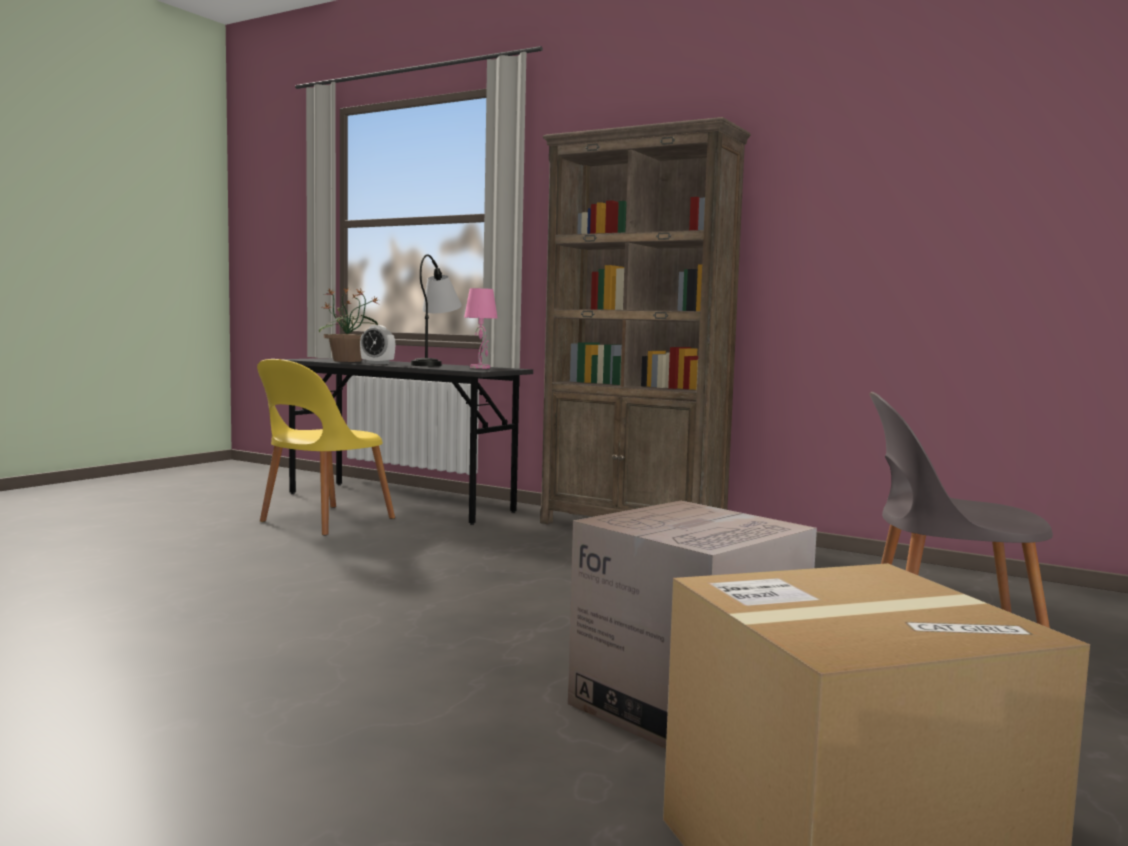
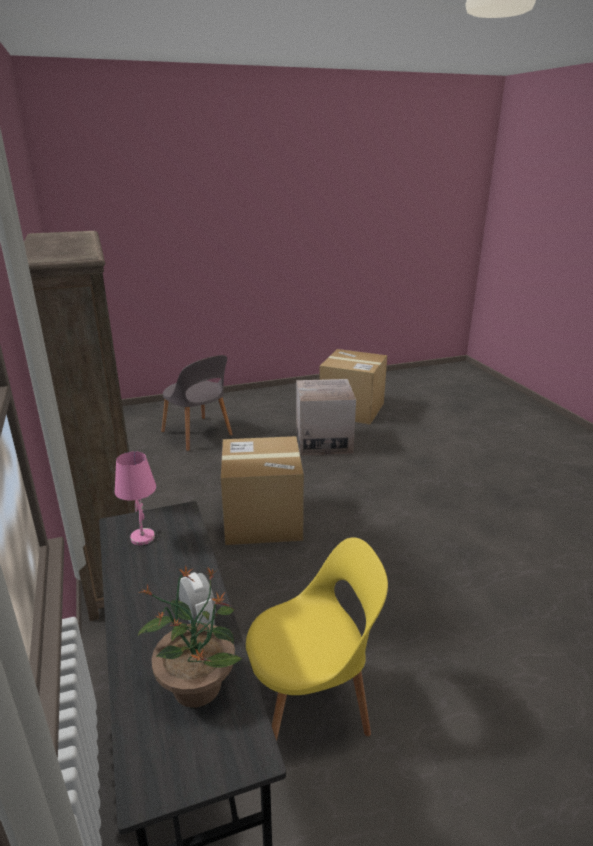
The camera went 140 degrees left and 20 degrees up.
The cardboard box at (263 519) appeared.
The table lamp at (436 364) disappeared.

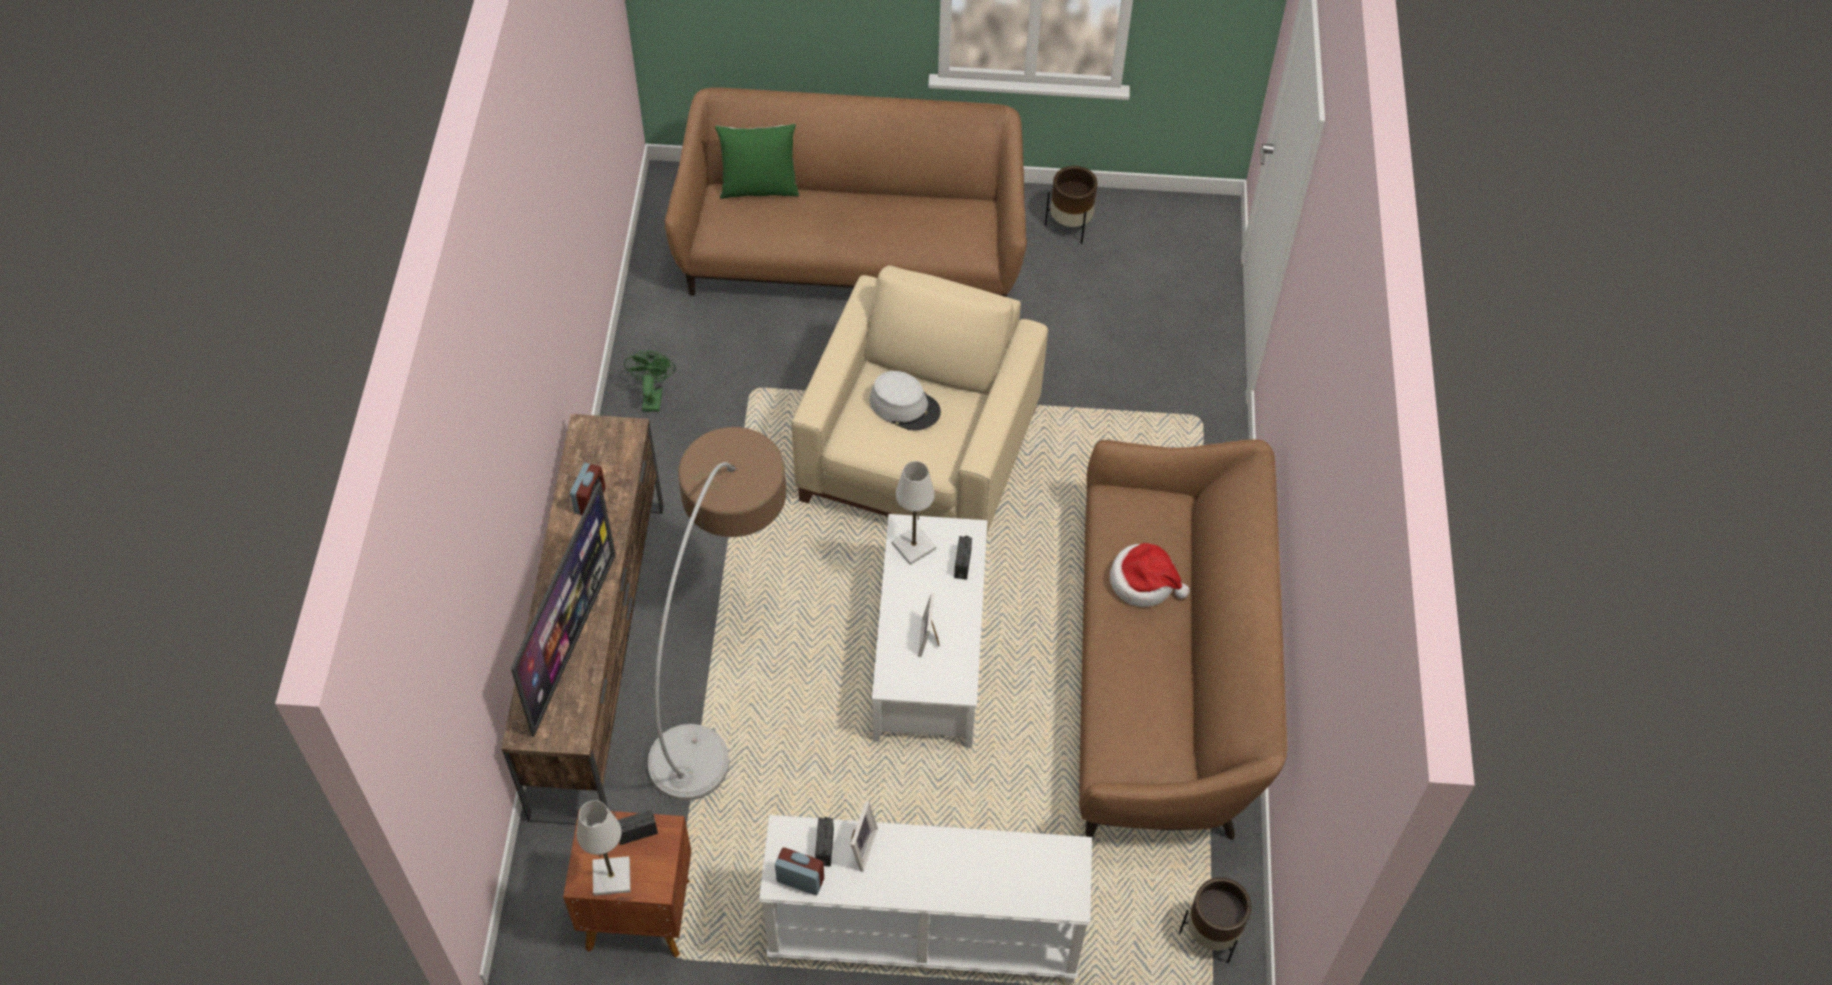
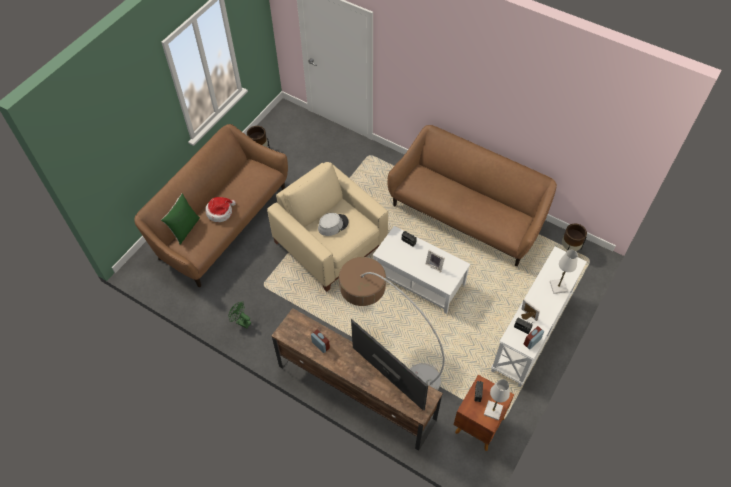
The camera went 60 degrees left and 0 degrees up.
The hat moved from (1144 581) to (220 212).
The white table lamp moved from (913 546) to (558 286).

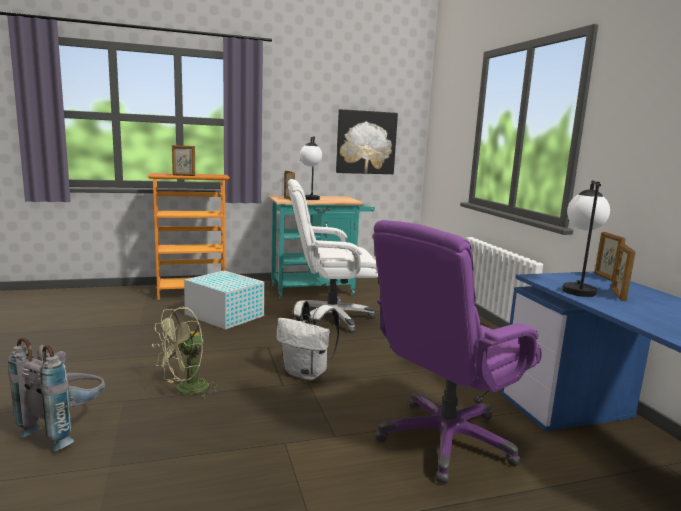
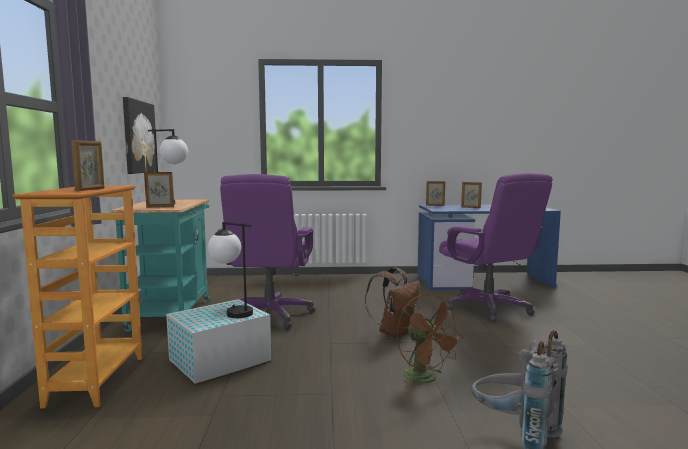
The camera went 75 degrees left and 5 degrees down.
The table lamp moved from (577 288) to (231 312).
The white office chair at (330 318) became the purple office chair at (270 315).
The white backpack at (307 373) became the brown backpack at (394 332).
The green fan at (186 390) became the brown fan at (426 379).

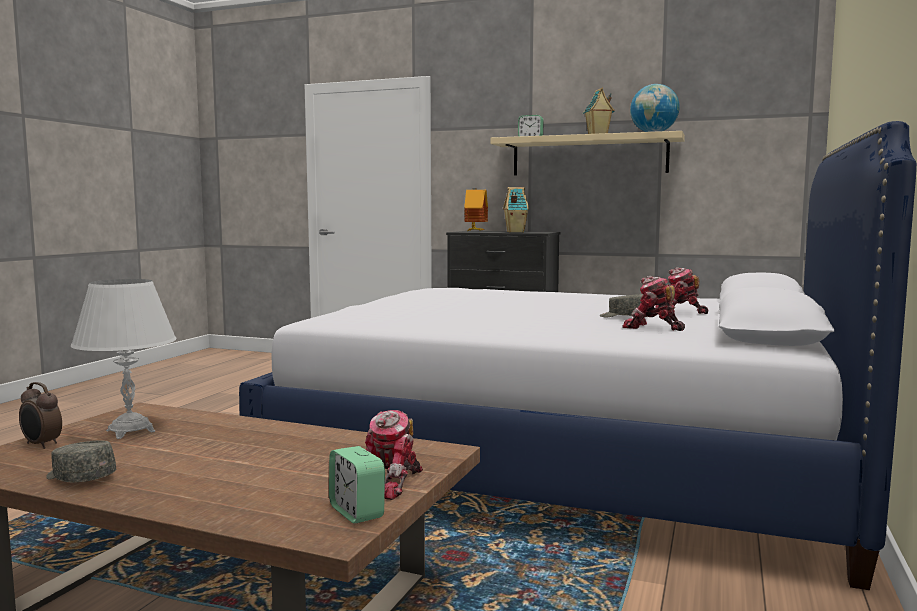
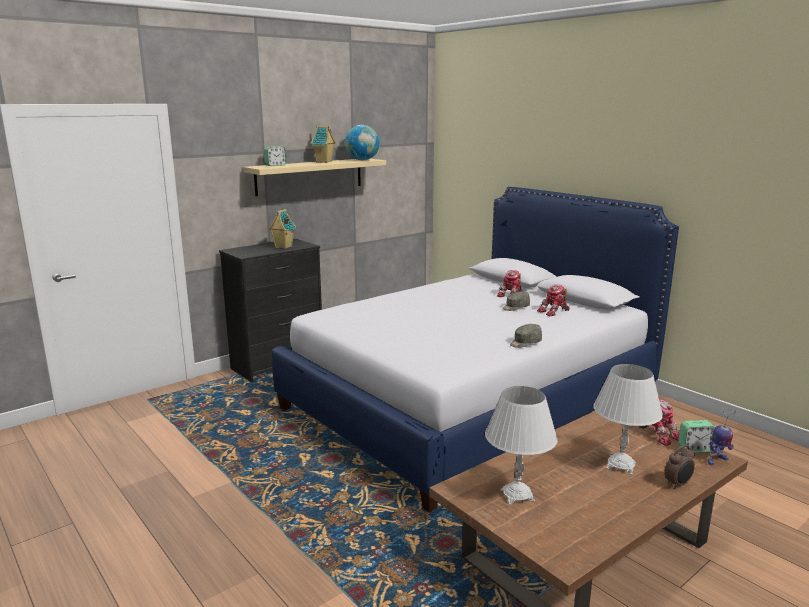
The camera went 60 degrees left and 10 degrees up.
The grey cap moved from (79 478) to (525 343).
The white table lamp at (621 465) appeared.
The alarm clock moved from (41 445) to (678 484).
The toy robot at (717 461) appeared.
The toy house at (476 231) disappeared.

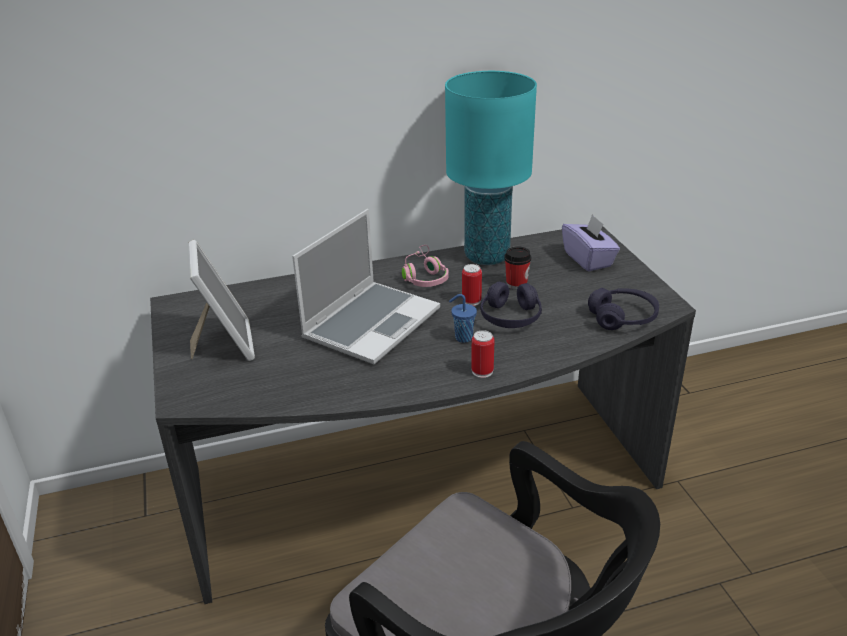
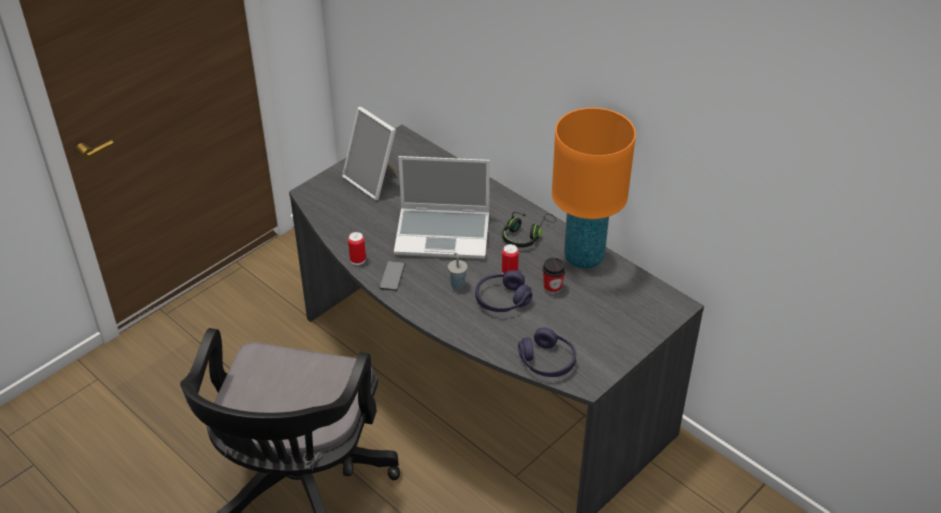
The camera went 60 degrees right and 10 degrees up.
The picture frame at (224 344) turned 90 degrees clockwise.
The can moved from (482 371) to (357 259).
The phone at (392 276) appeared.
The blue cup at (462 338) became the grey cup at (457 284).
The pink headphones at (424 276) became the black headphones at (526 235).
The turquoise table lamp at (487 256) became the orange table lamp at (584 257).
The purple tissue box at (588 259) disappeared.

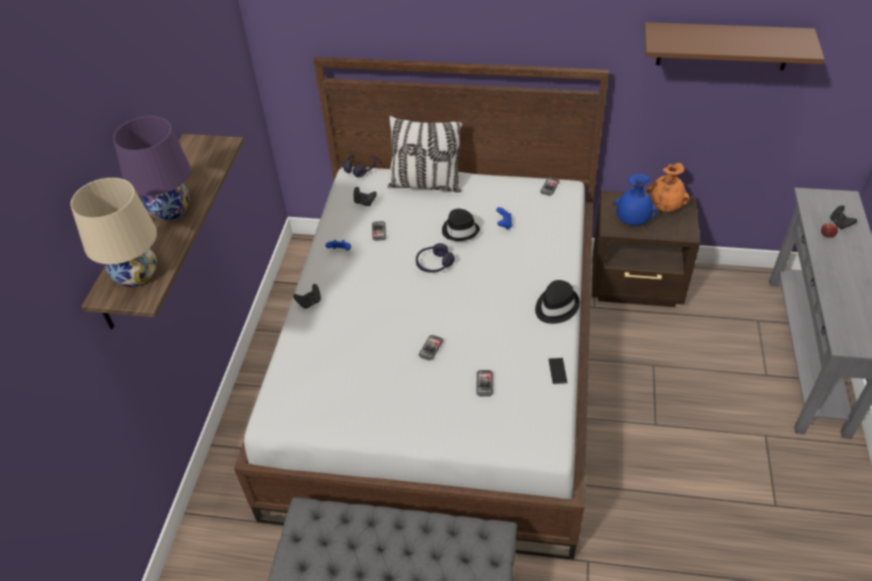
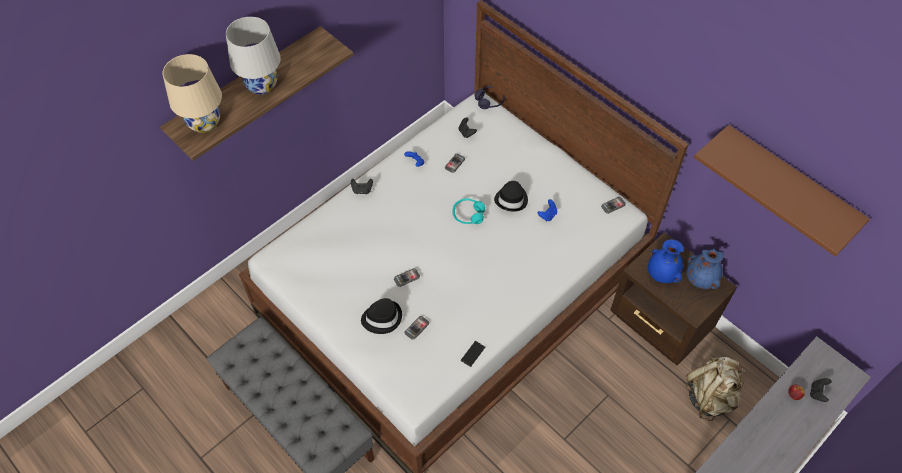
The camera went 35 degrees right and 10 degrees up.
The purple table lamp at (170 209) became the white table lamp at (262 85).
The black hat moved from (555 306) to (382 318).
The purple headphones at (434 264) became the turquoise headphones at (468 215).
The orange vase at (664 206) became the blue vase at (701 279).
The beige backpack at (710 397) appeared.
The pillow at (425 184) disappeared.

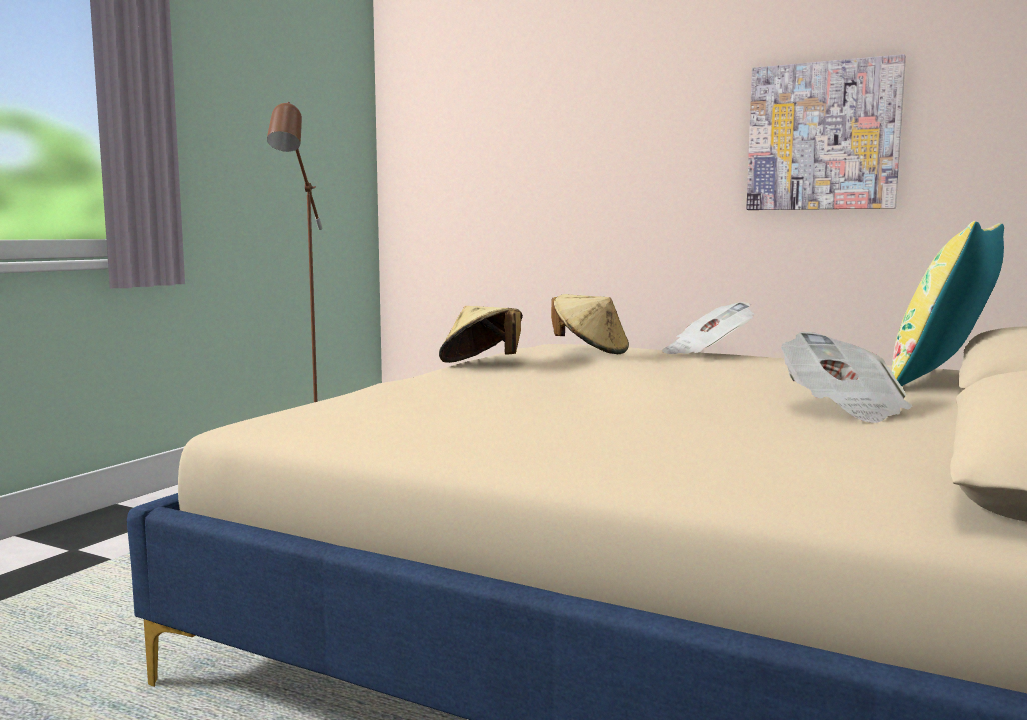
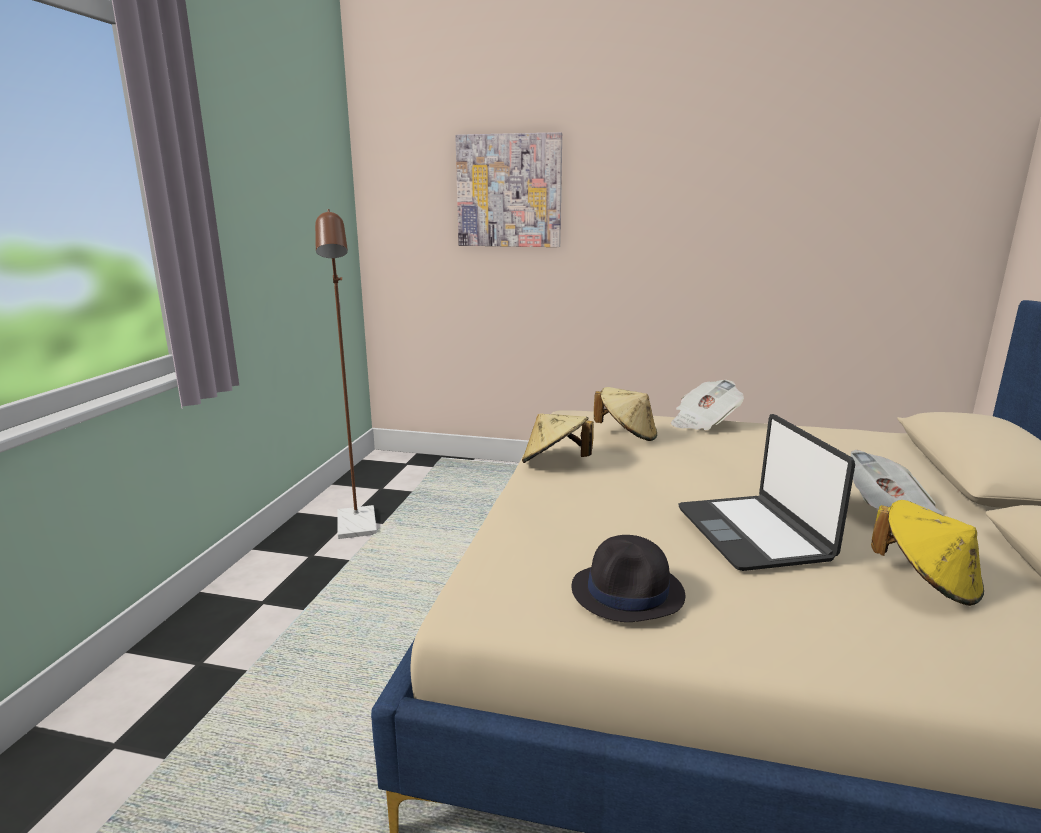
The camera went 15 degrees left and 10 degrees up.
The picture moved from (823 136) to (509 191).
The black hat at (628 592) appeared.
The laptop at (753 533) appeared.
The yellow hat at (926 582) appeared.
The yellow pillow at (943 381) disappeared.

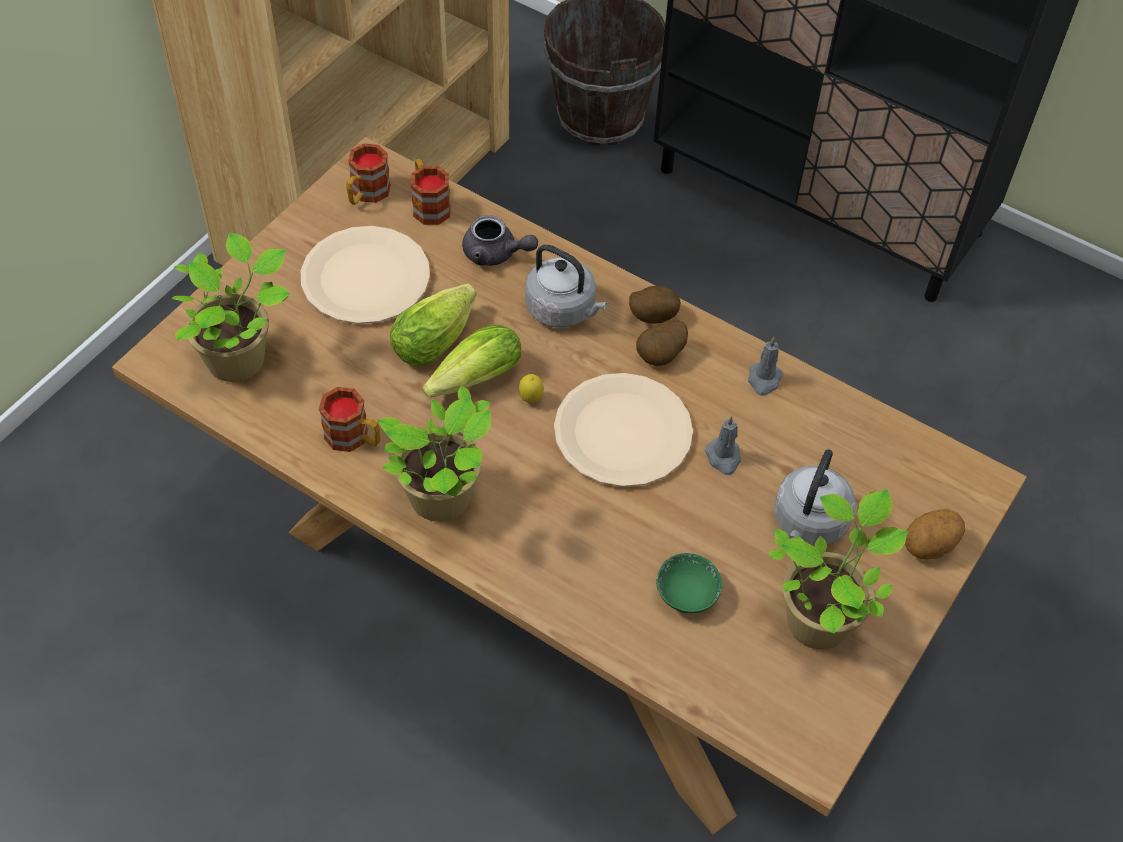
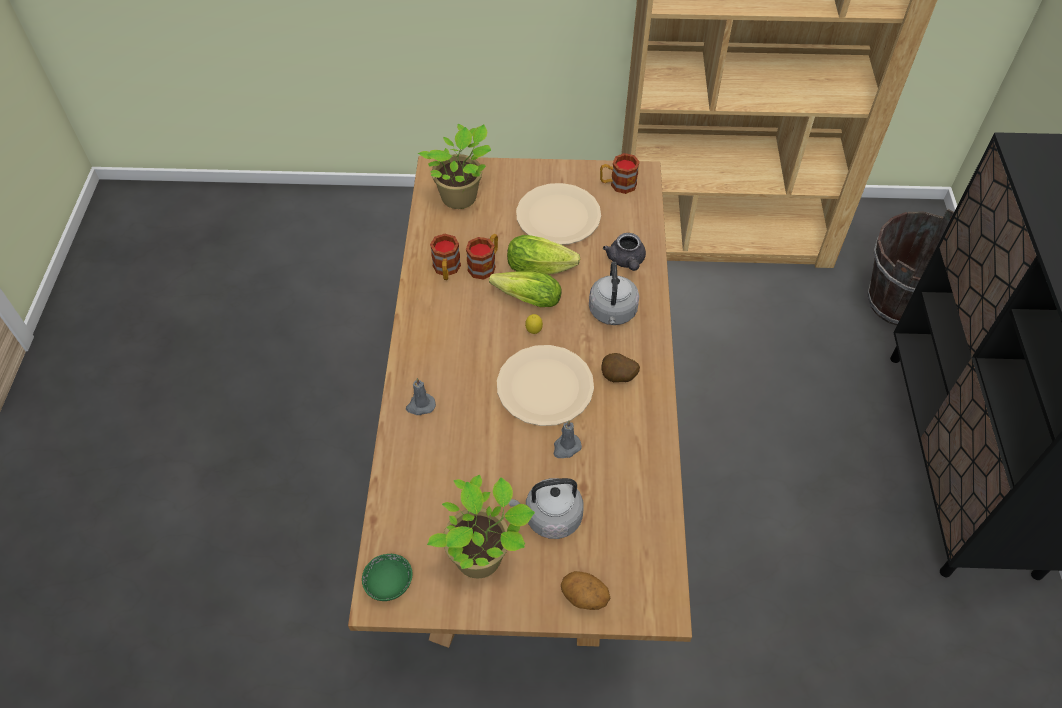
The camera went 60 degrees right and 0 degrees up.
The green bowl moved from (687 593) to (389 583).
The grey candle moved from (764 380) to (420 406).
The mug moved from (428 205) to (485 264).
The potted plant at (443 500) disappeared.
The potato at (652 316) disappeared.

